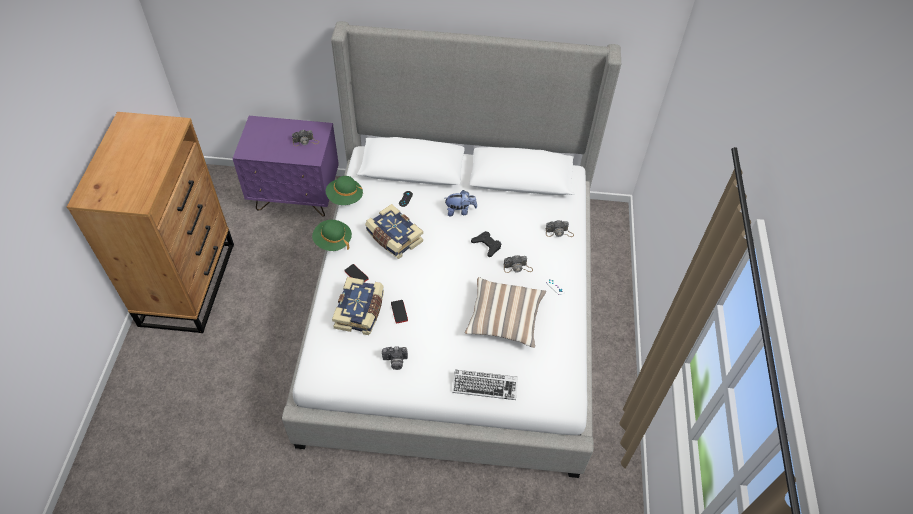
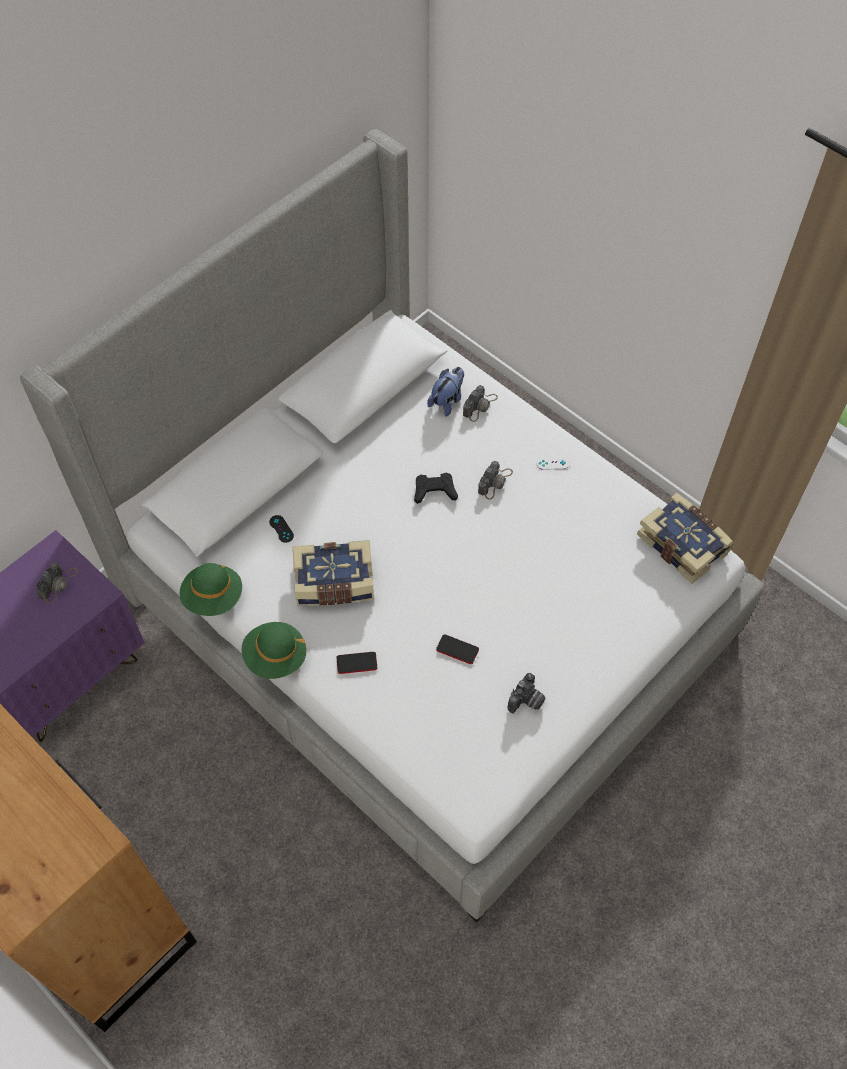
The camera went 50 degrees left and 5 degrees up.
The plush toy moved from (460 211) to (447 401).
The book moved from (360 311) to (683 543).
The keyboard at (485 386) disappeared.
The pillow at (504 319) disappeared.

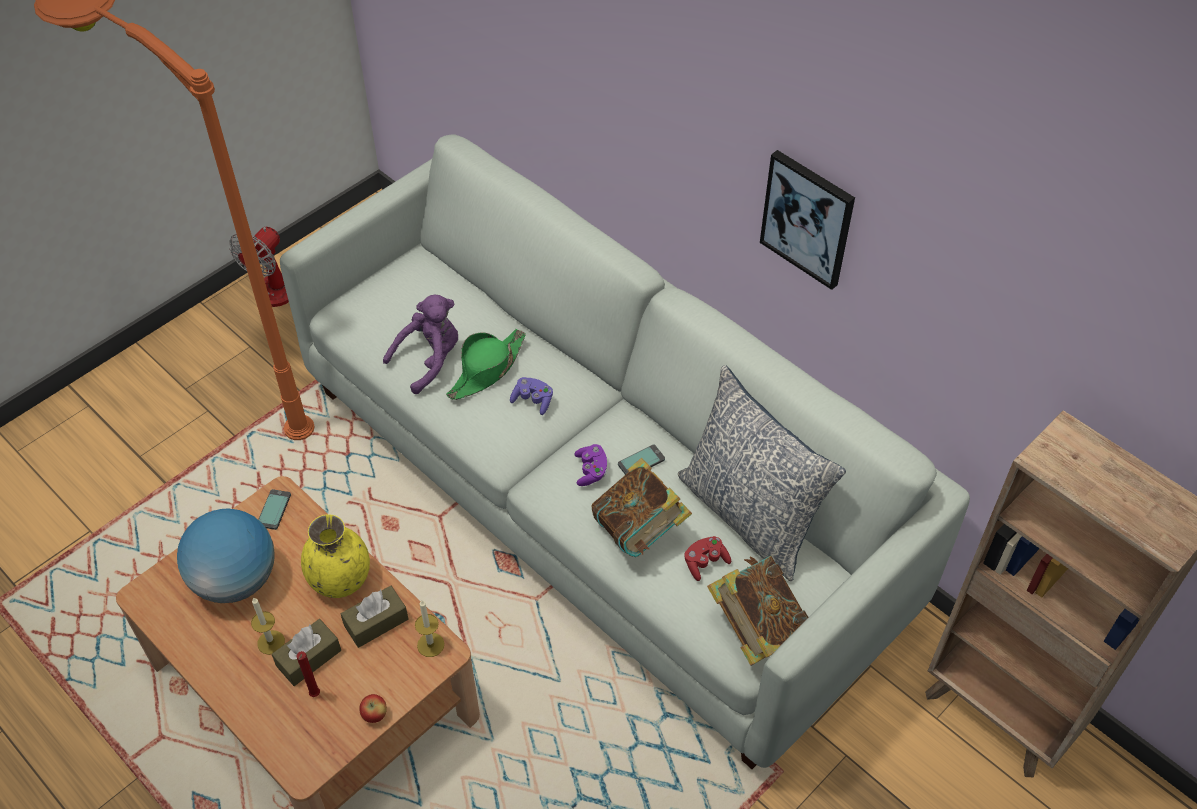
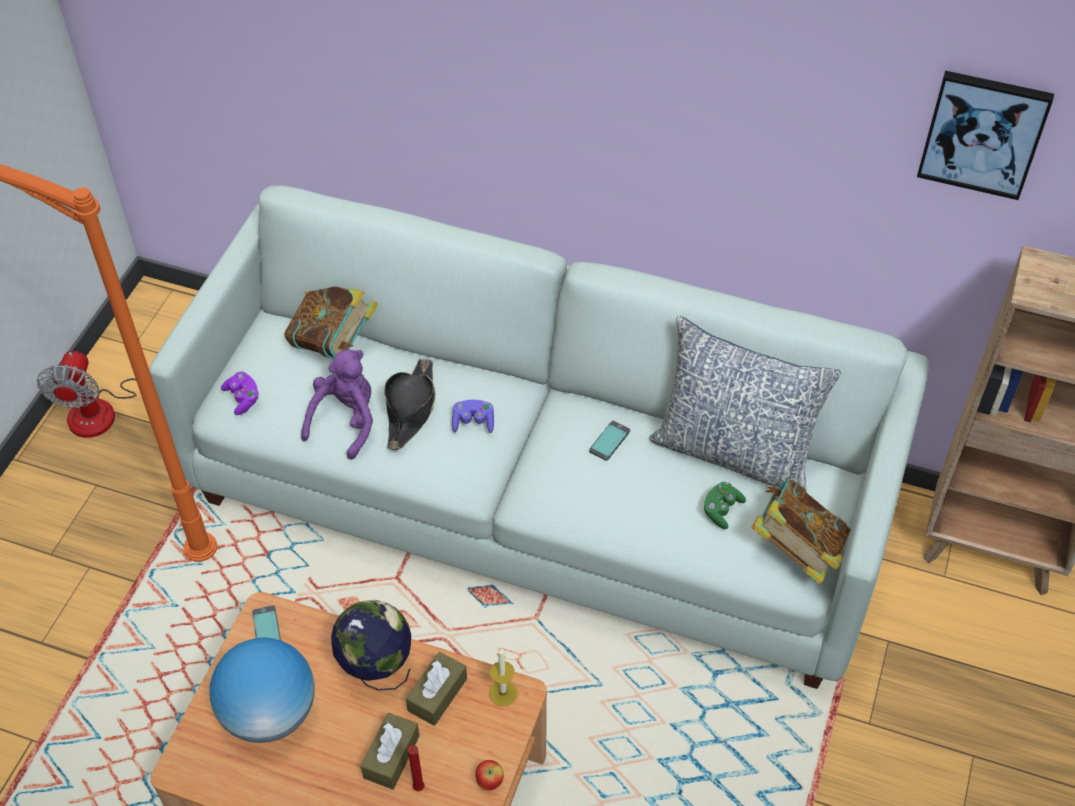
The camera went 25 degrees left and 0 degrees up.
The purple game controller moved from (591 471) to (243 398).
The book moved from (639 530) to (334 342).
The yellow vase at (340 580) was replaced by the globe at (376 669).
The green hat at (487 370) became the black hat at (410 409).
The red game controller at (705 562) became the green game controller at (721 510).
The picture moved from (808 218) to (983 133).
The candle at (271 642) disappeared.

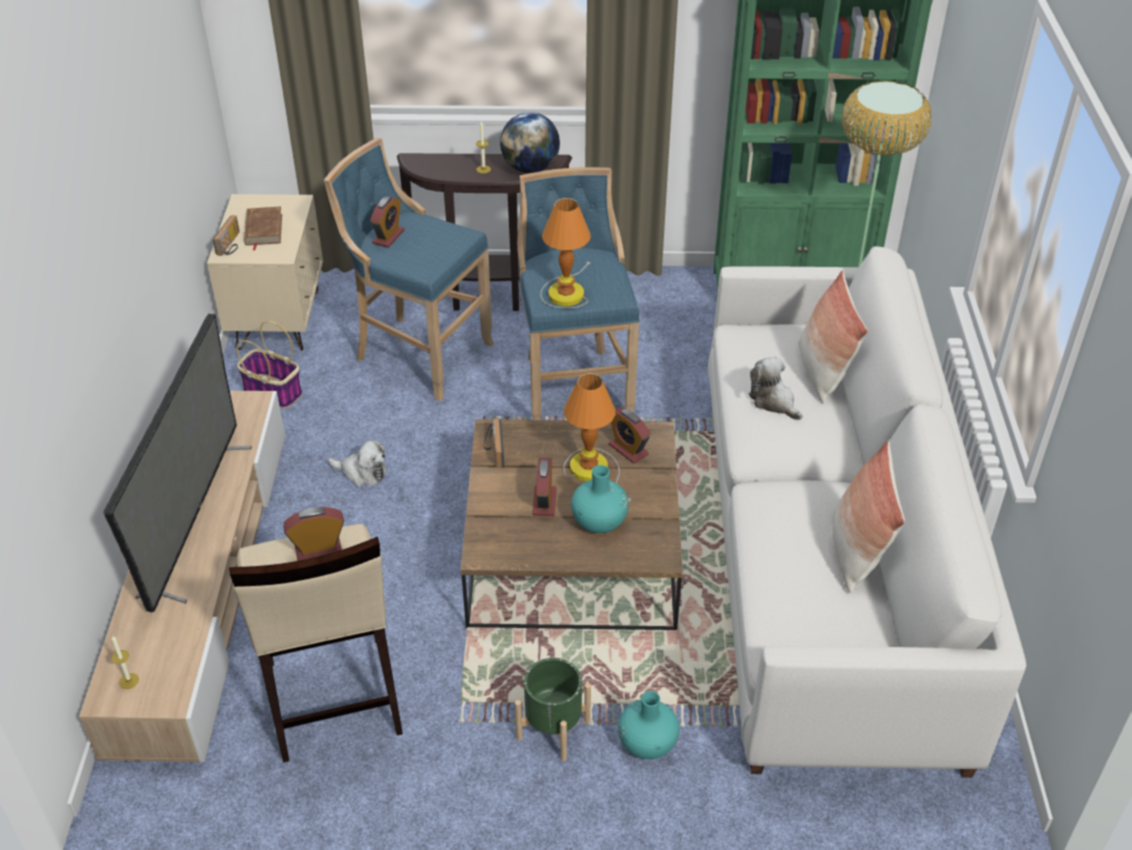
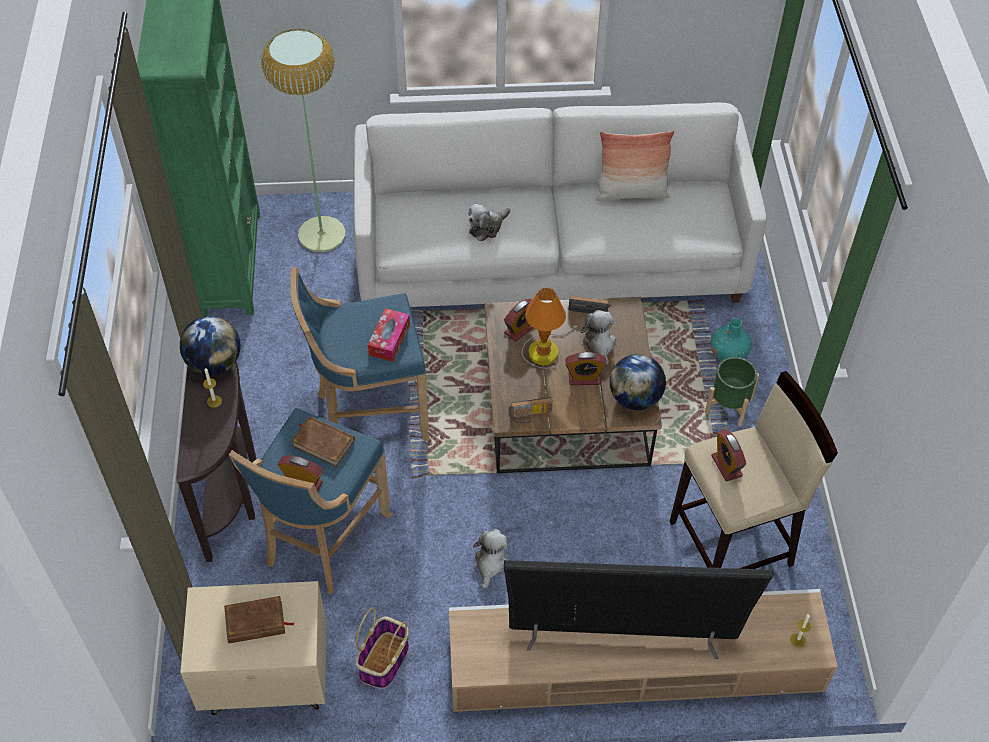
The camera went 95 degrees left and 10 degrees up.
The brown book at (323 443) appeared.
The table lamp at (565 292) was replaced by the tissue box at (389 340).
The radio moved from (231 245) to (589 308).
The turquoise vase at (599 521) was replaced by the plush toy at (599 344).
The globe at (635 398) appeared.
The pillow at (822 372) disappeared.

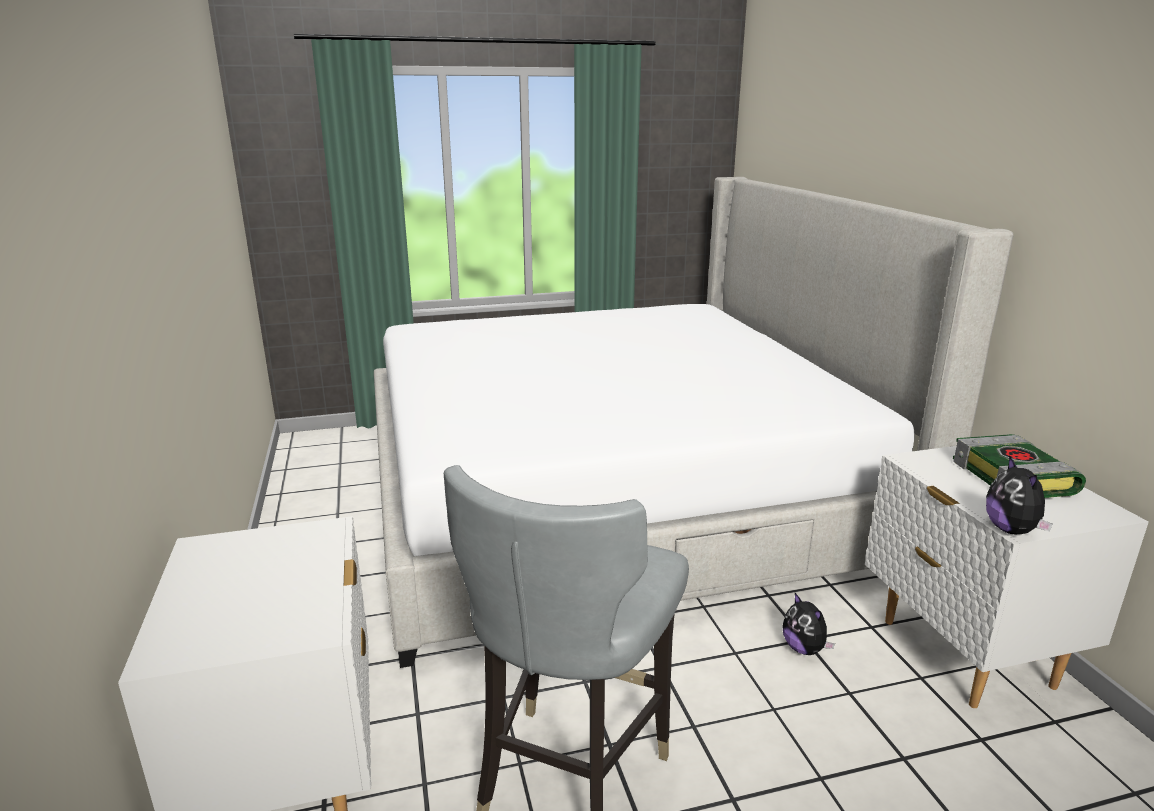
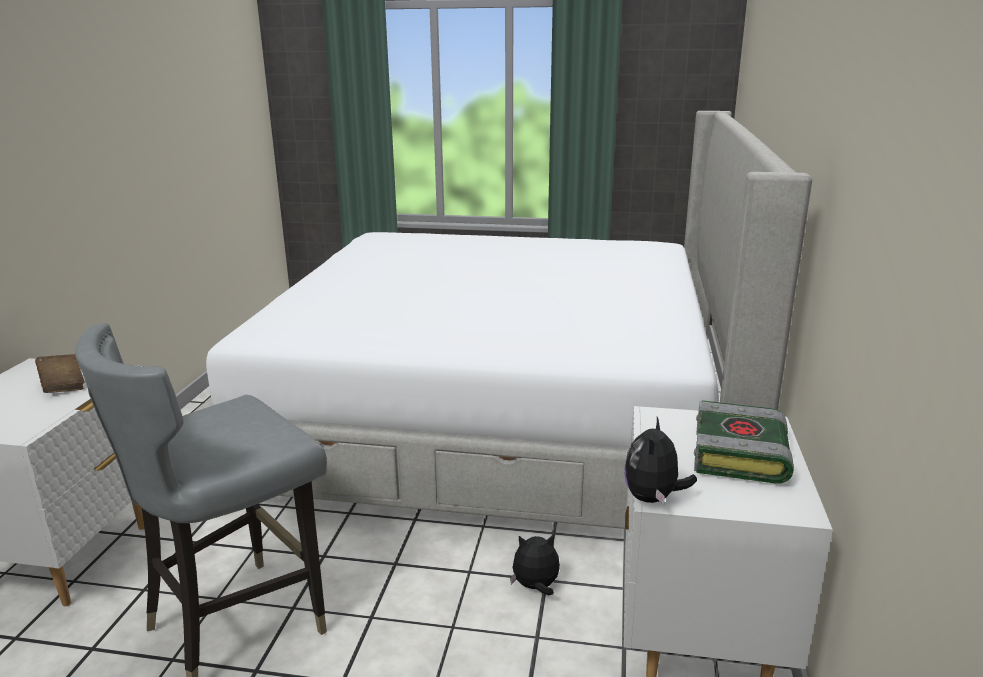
The camera went 25 degrees right and 0 degrees up.
The brown book at (63 385) appeared.
The plush toy at (804 649) turned 90 degrees clockwise.

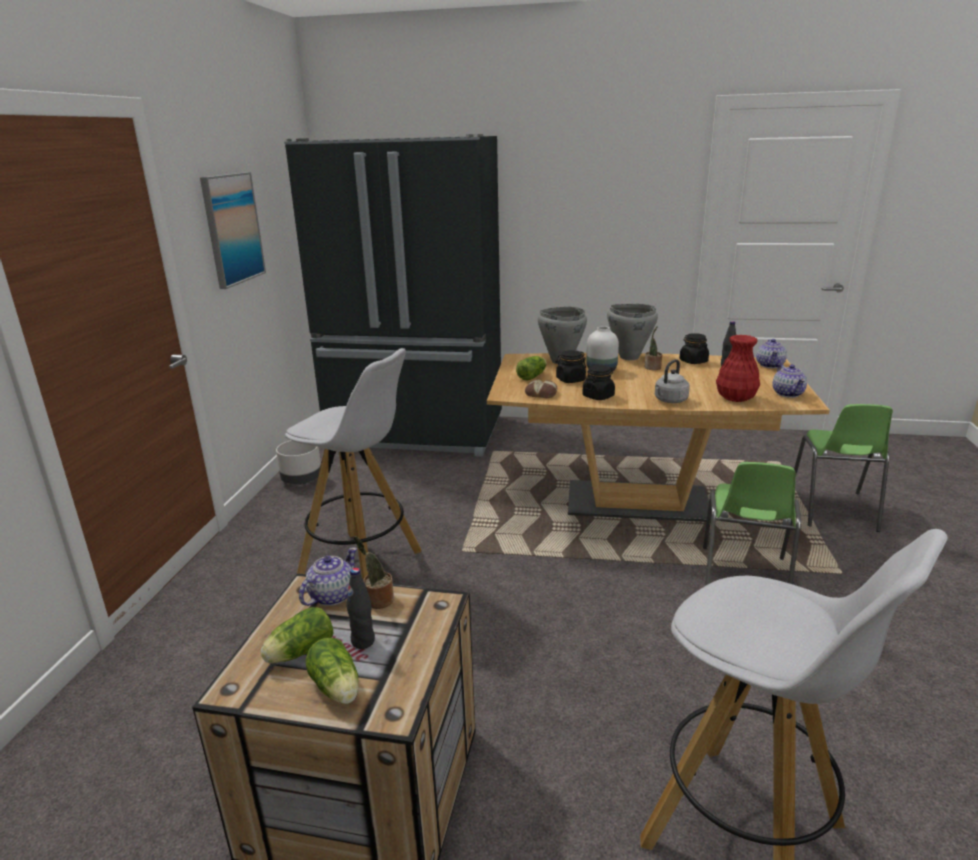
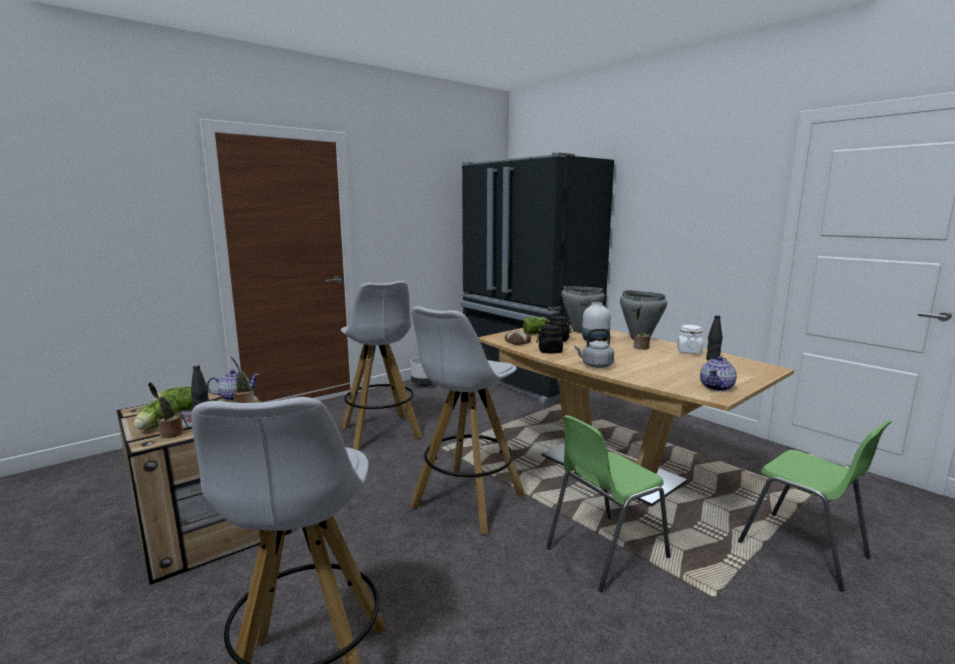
The camera went 40 degrees right and 10 degrees down.
The potted plant at (170 434) appeared.
The white stool at (467 502) appeared.
The black jar at (693 361) became the white jar at (689 351).
The green chair at (832 510) turned 90 degrees counterclockwise.
The picture at (232 229) disappeared.
The red vase at (735 398) disappeared.
The teapot at (770 365) disappeared.

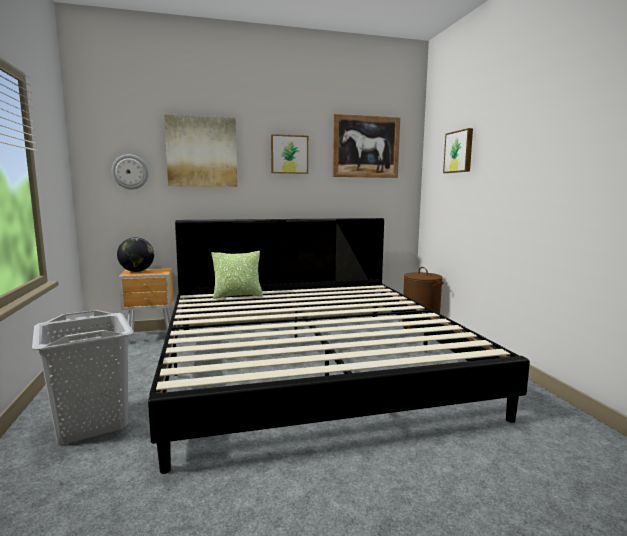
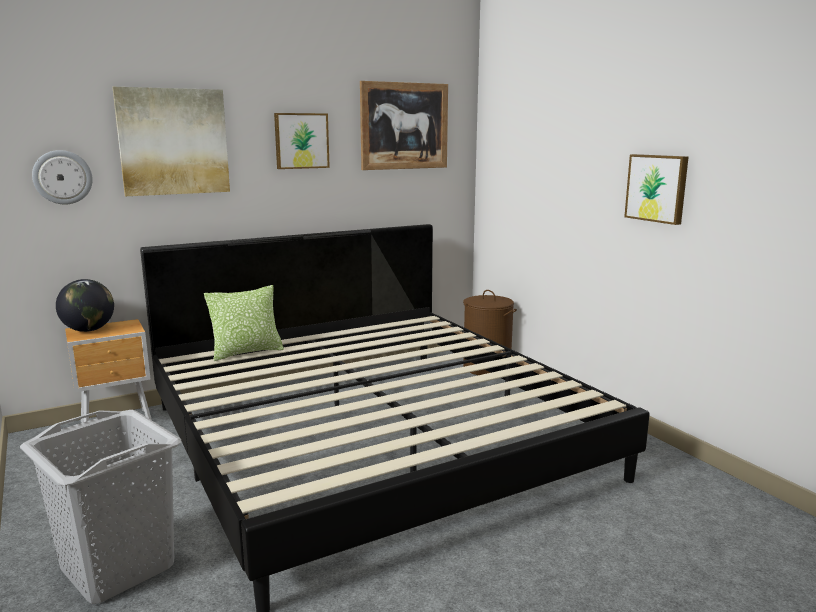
The camera went 15 degrees left and 5 degrees up.
The picture moved from (459 152) to (657 188).

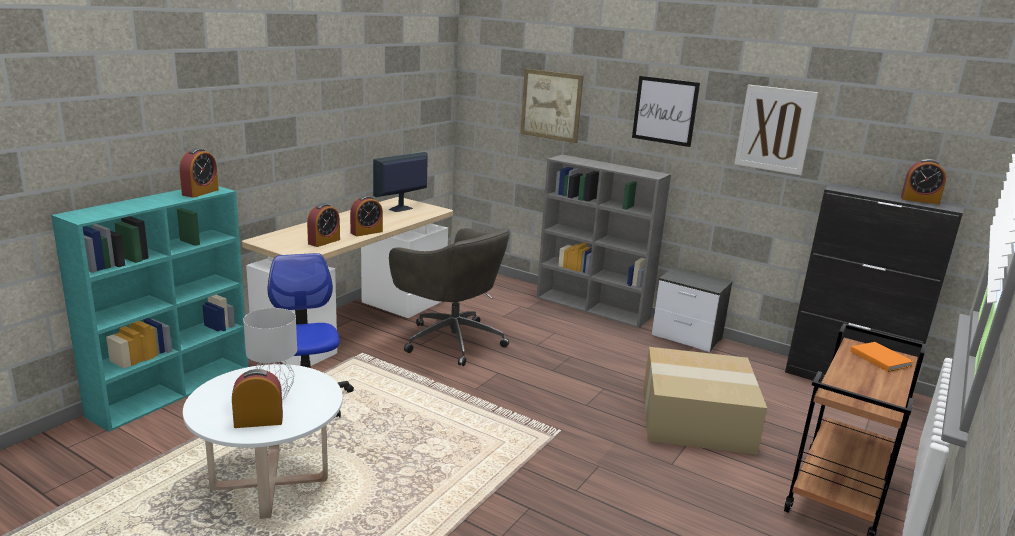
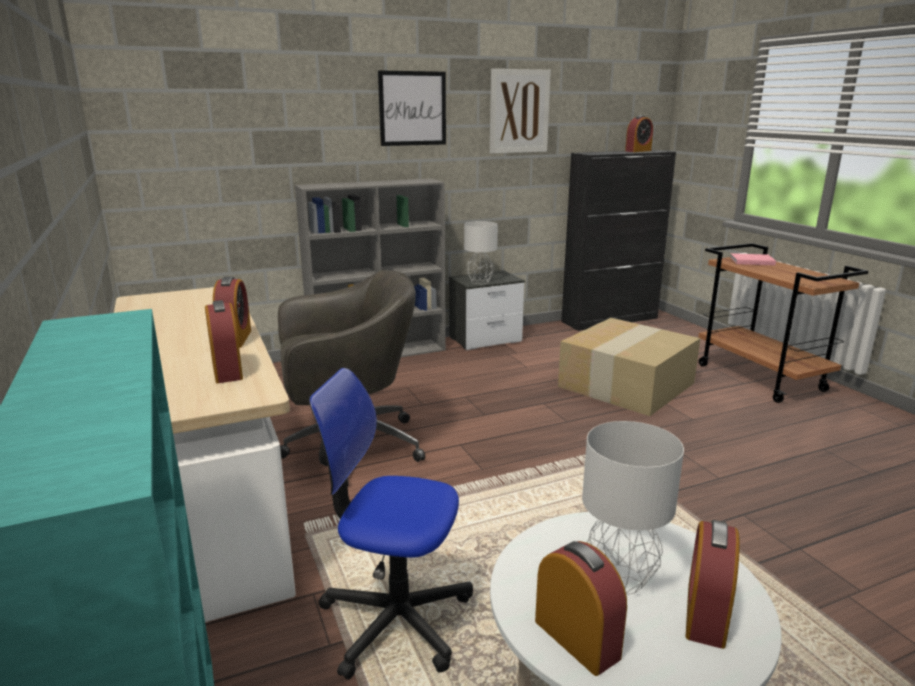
The camera went 55 degrees left and 0 degrees up.
The grey table lamp at (479 282) appeared.
The alarm clock moved from (200 192) to (576 639).
The orange book at (880 358) became the pink book at (750 261).
The monitor at (400 209) disappeared.
The picture at (551 105) disappeared.

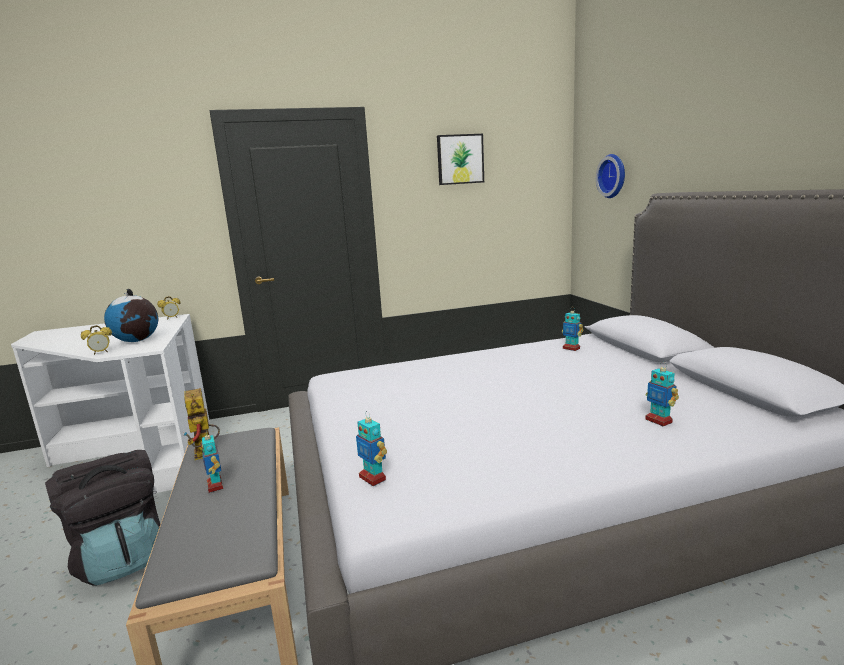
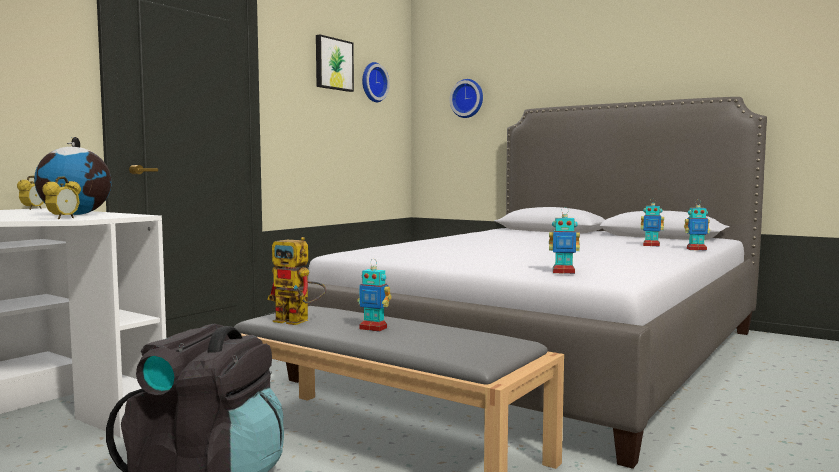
The camera went 40 degrees left and 10 degrees down.
The wall clock at (372 82) appeared.
The toy robot moved from (571 348) to (696 249).

